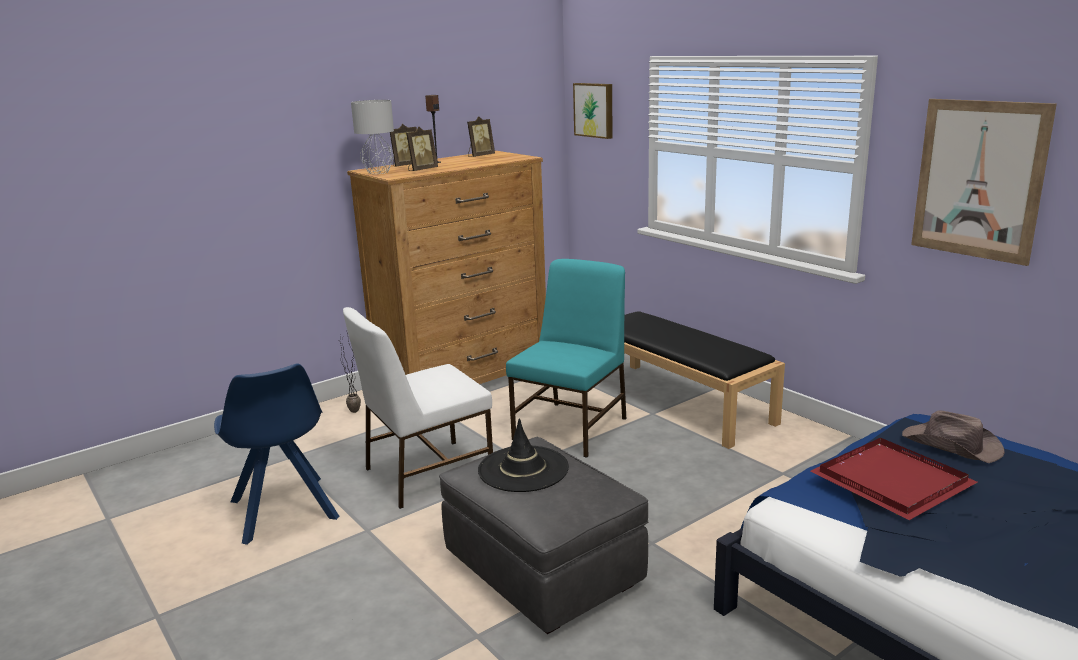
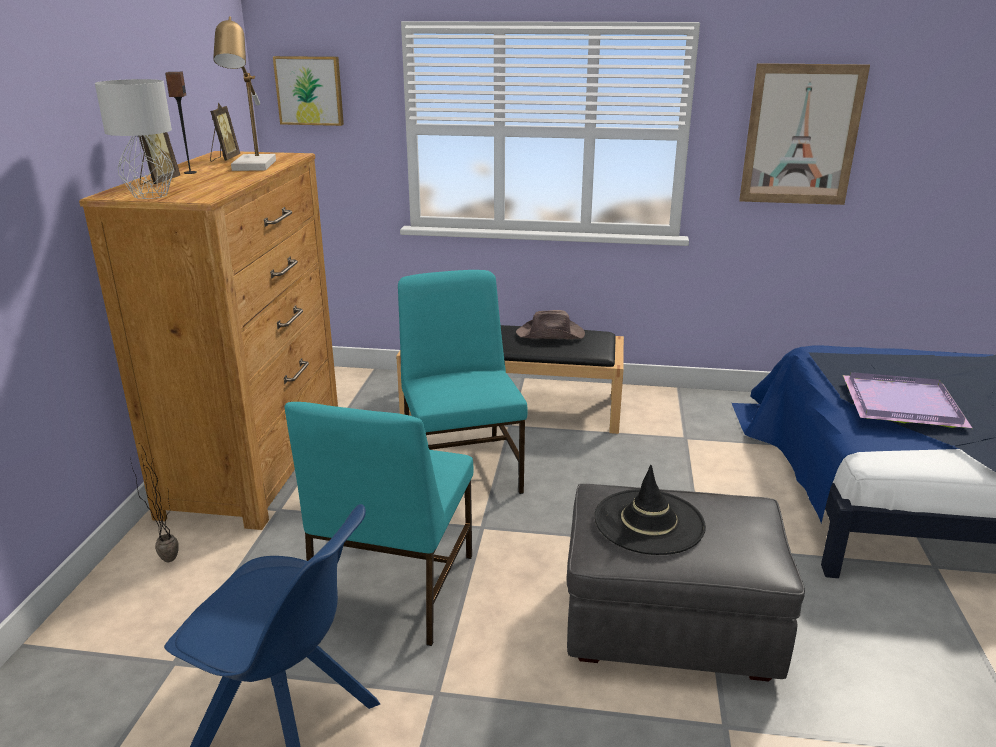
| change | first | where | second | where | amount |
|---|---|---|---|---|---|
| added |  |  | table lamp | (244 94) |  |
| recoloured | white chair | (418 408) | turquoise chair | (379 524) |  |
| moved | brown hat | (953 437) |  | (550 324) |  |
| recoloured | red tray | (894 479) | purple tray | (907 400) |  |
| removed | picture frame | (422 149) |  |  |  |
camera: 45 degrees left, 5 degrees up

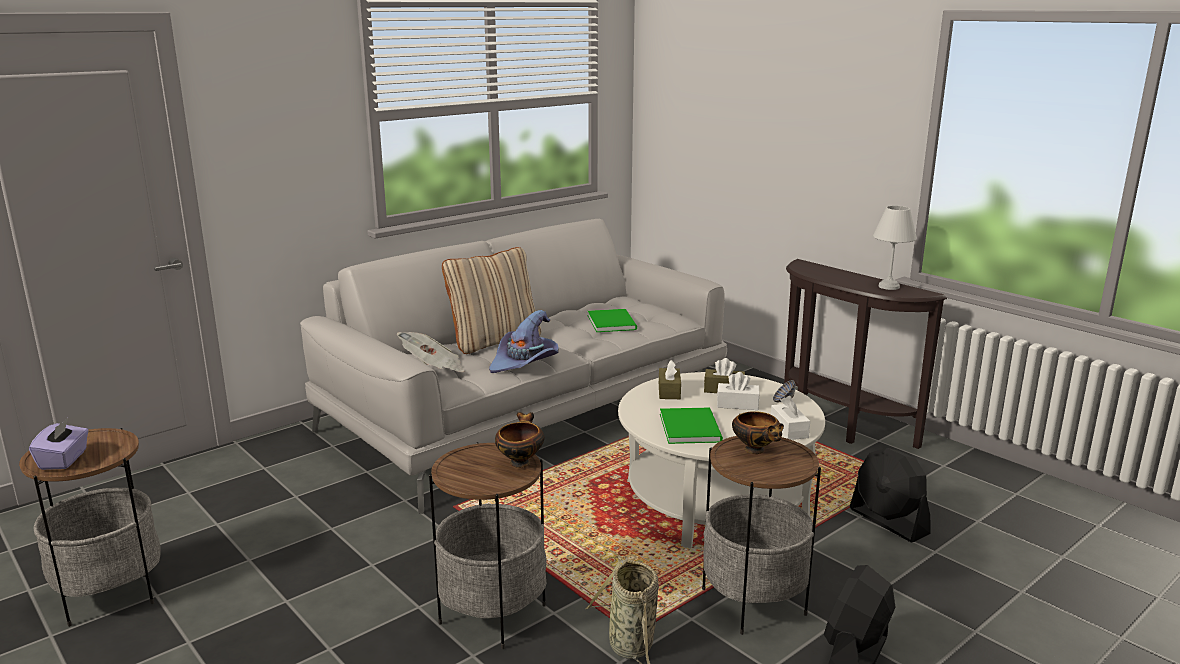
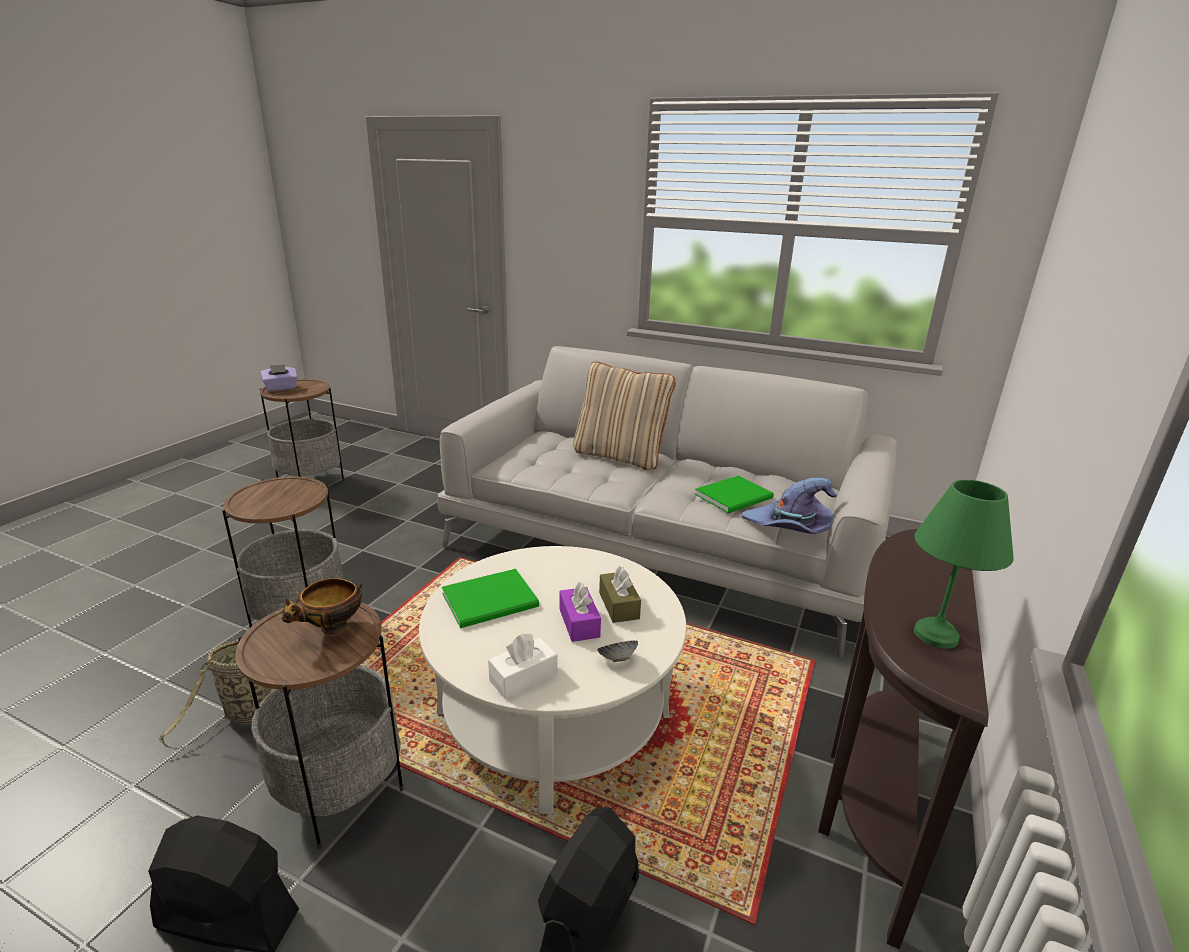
| change | first | where | second | where | amount |
|---|---|---|---|---|---|
| recoloured | white tissue box | (738 391) | purple tissue box | (580 612) |  |
| moved | purple hat | (524 341) |  | (789 506) |  |
| recoloured | white table lamp | (895 248) | green table lamp | (964 564) |  |
| removed | newspaper | (430 352) |  |  |  |
| removed | bowl | (520 440) |  |  |  |
| removed | brown tissue box | (670 379) |  |  |  |
camera: 65 degrees right, 5 degrees up

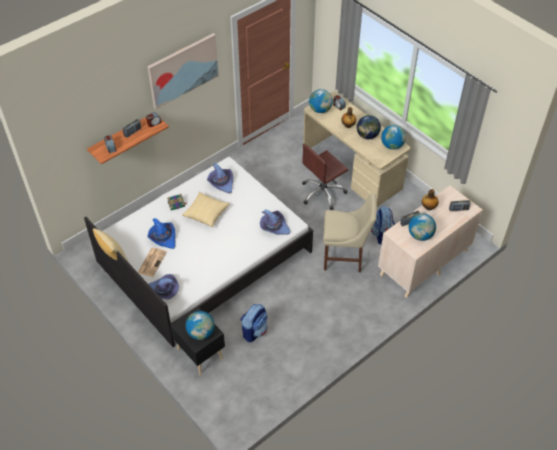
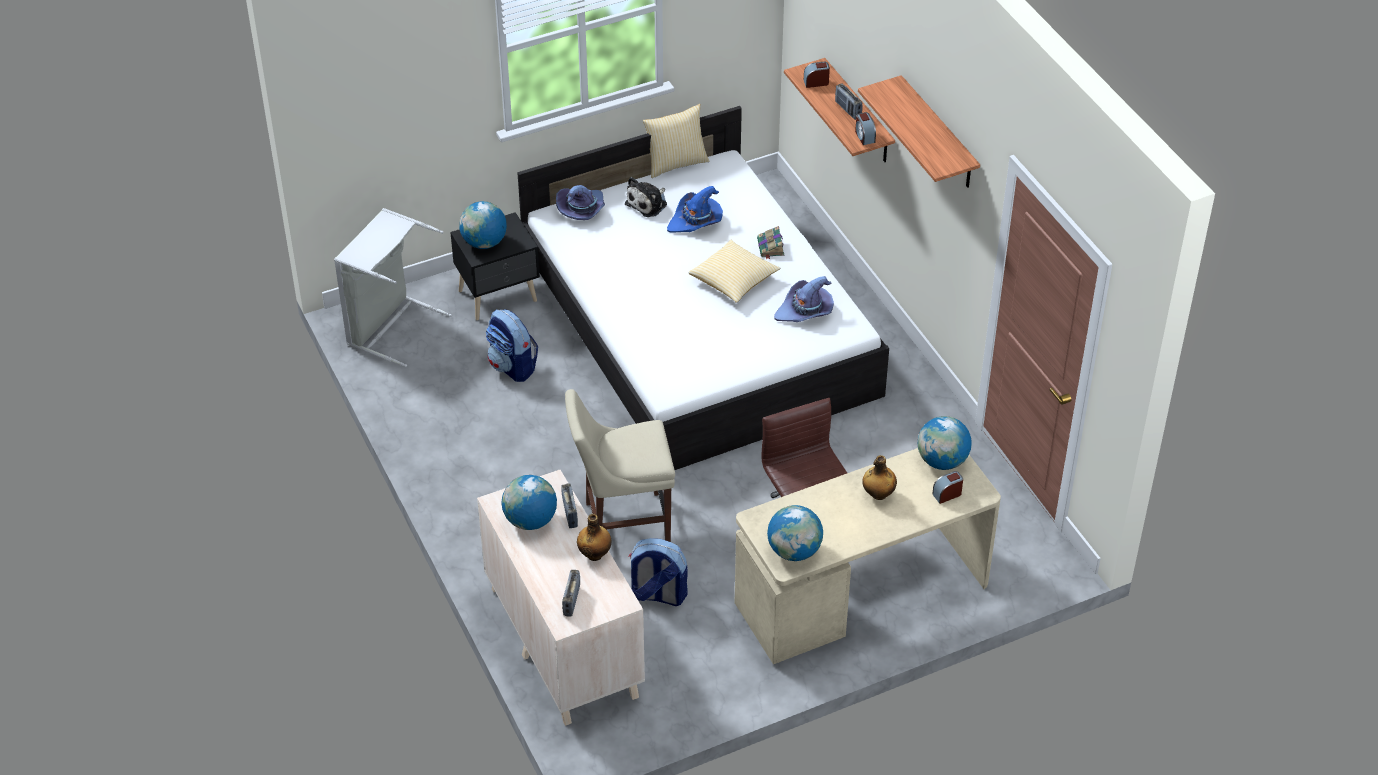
| change | first | where | second | where | amount |
|---|---|---|---|---|---|
| added |  |  | grey laundry basket | (393 287) |  |
| turned | beige chair | (350 232) |  | (620 465) | 60 degrees clockwise |
| replaced | newspaper | (152 262) | plush toy | (646 197) |  |
| replaced | picture | (183 71) | shelf | (919 131) |  |
| removed | purple hat | (275 222) |  |  |  |
| removed | globe | (369 127) |  |  |  |
camera: 105 degrees right, 5 degrees down

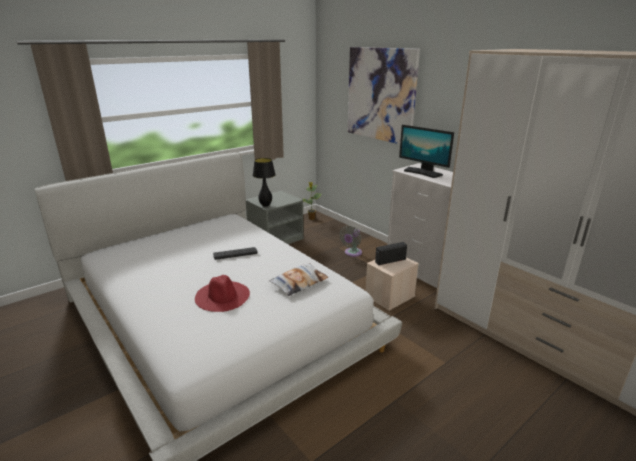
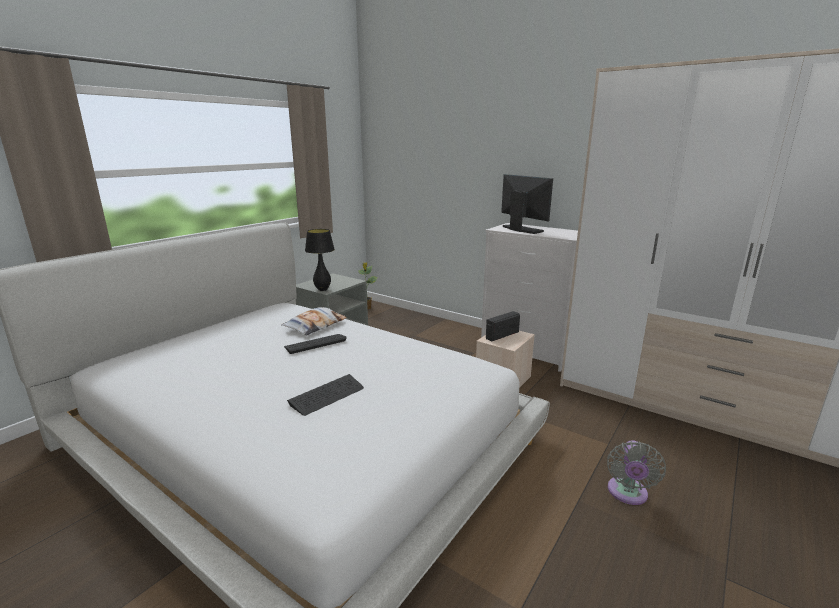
| change | first | where | second | where | amount |
|---|---|---|---|---|---|
| moved | pillow | (298 279) |  | (314 321) |  |
| replaced | red hat | (222 293) | keyboard | (325 395) |  |
| turned | monitor | (426 151) |  | (527 204) | 150 degrees counterclockwise |
| moved | grey fan | (350 241) |  | (636 472) |  |
| removed | picture | (384 95) |  |  |  |
camera: 15 degrees left, 5 degrees down

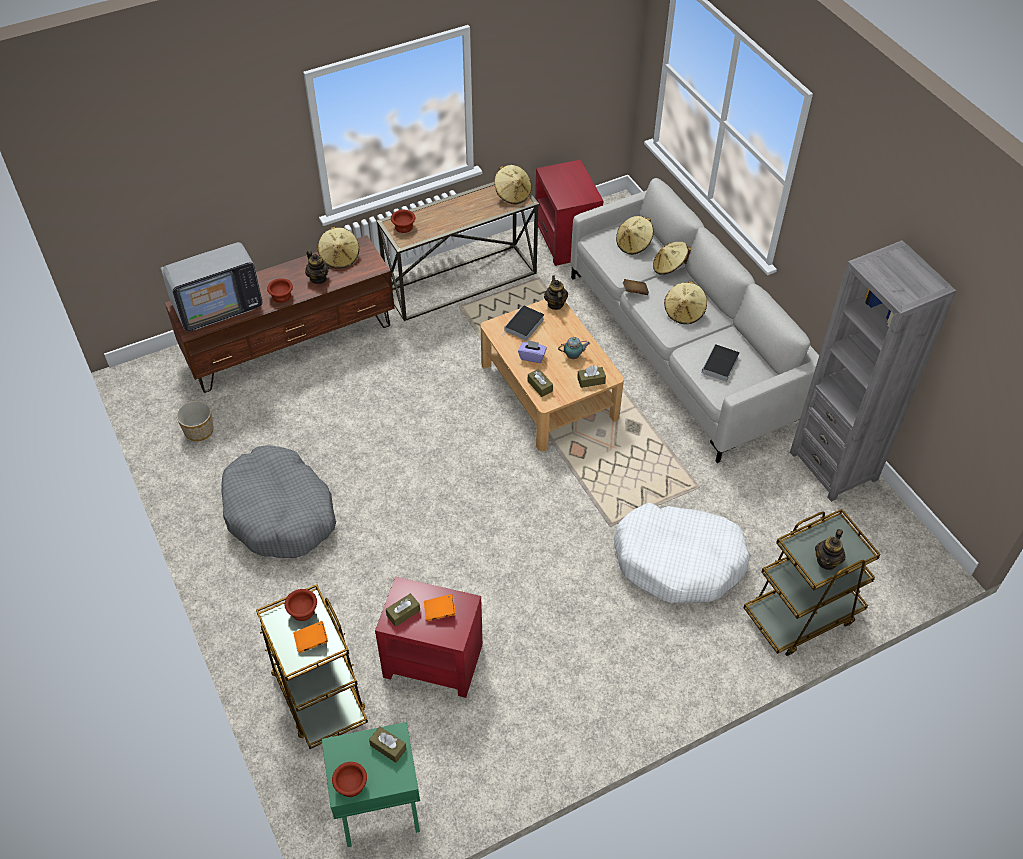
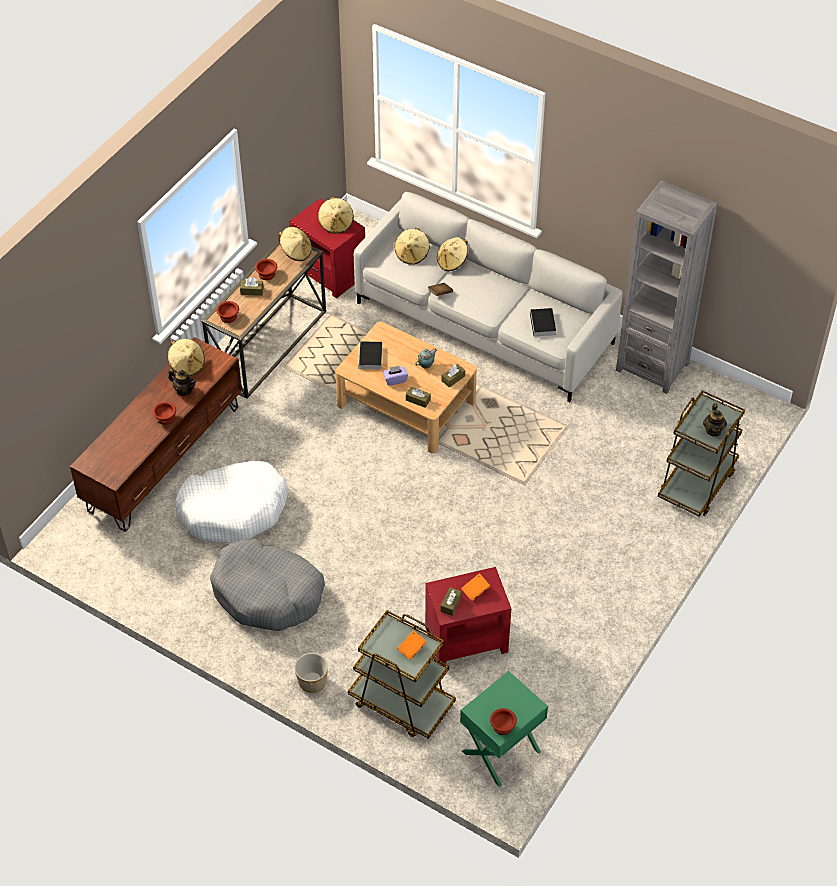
| change | first | where | second | where | amount |
|---|---|---|---|---|---|
| moved | white dog bed | (682 553) |  | (231 502) |  |
| moved | brown tissue box | (388 744) |  | (252 286) |  |
| moved | brown bowl | (301 605) |  | (266 269) |  |
| moved | planter | (195 420) |  | (311 673) |  |
| moved | beige hat | (685 302) |  | (336 215) |  |
| removed | television | (212 286) |  |  |  |
| removed | teapot | (556 293) |  |  |  |
camera: 30 degrees left, 0 degrees up

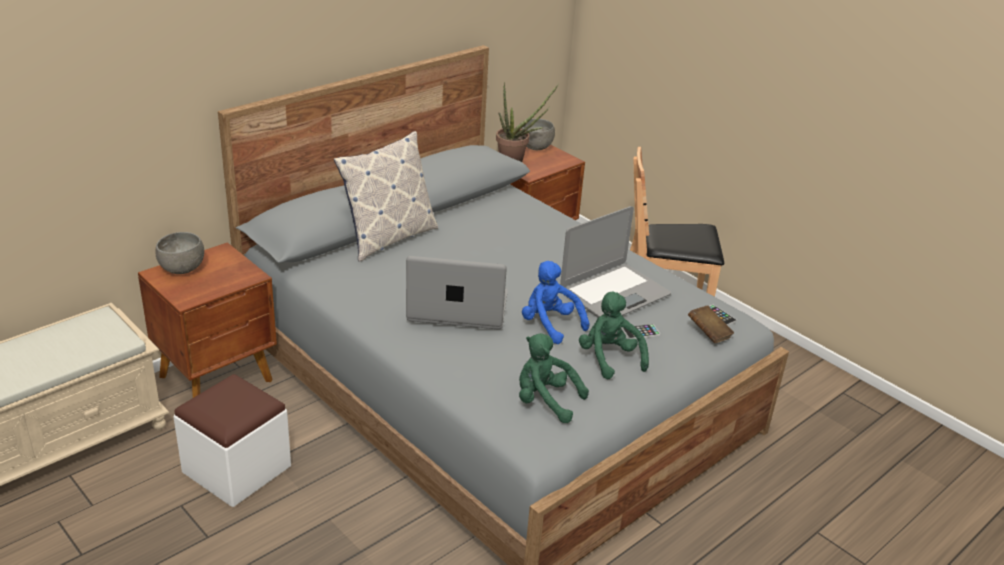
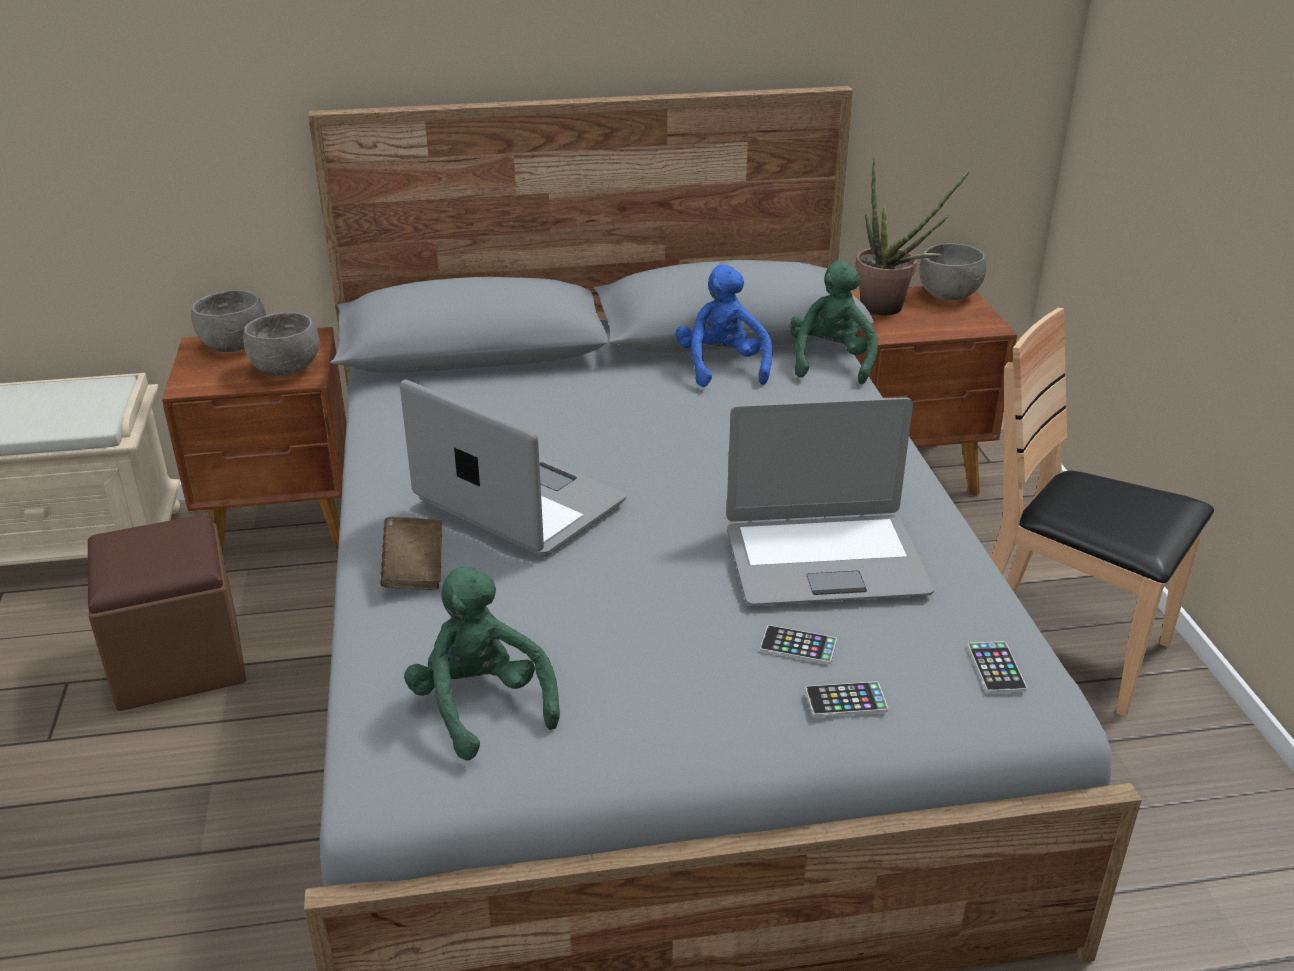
| change | first | where | second | where | amount |
|---|---|---|---|---|---|
| recoloured | white ottoman | (232 440) | brown ottoman | (167 612) |  |
| added |  |  | grey bowl | (281 344) |  |
| moved | brown book | (711 324) |  | (411 553) |  |
| moved | blue plush toy | (556 302) |  | (724 325) |  |
| moved | green plush toy | (614 335) |  | (834 322) |  |
| added |  |  | phone | (846 699) |  |
| removed | pillow | (386 196) |  |  |  |
camera: 35 degrees right, 0 degrees up

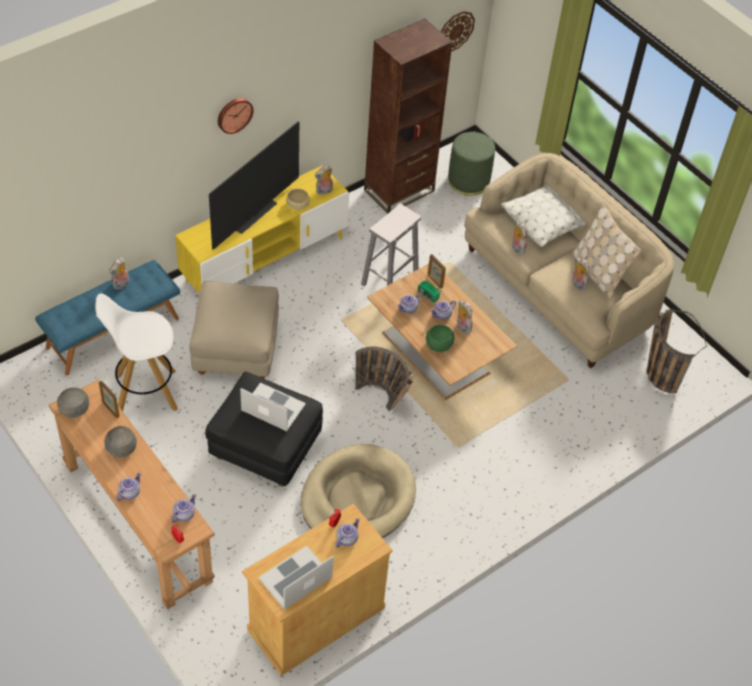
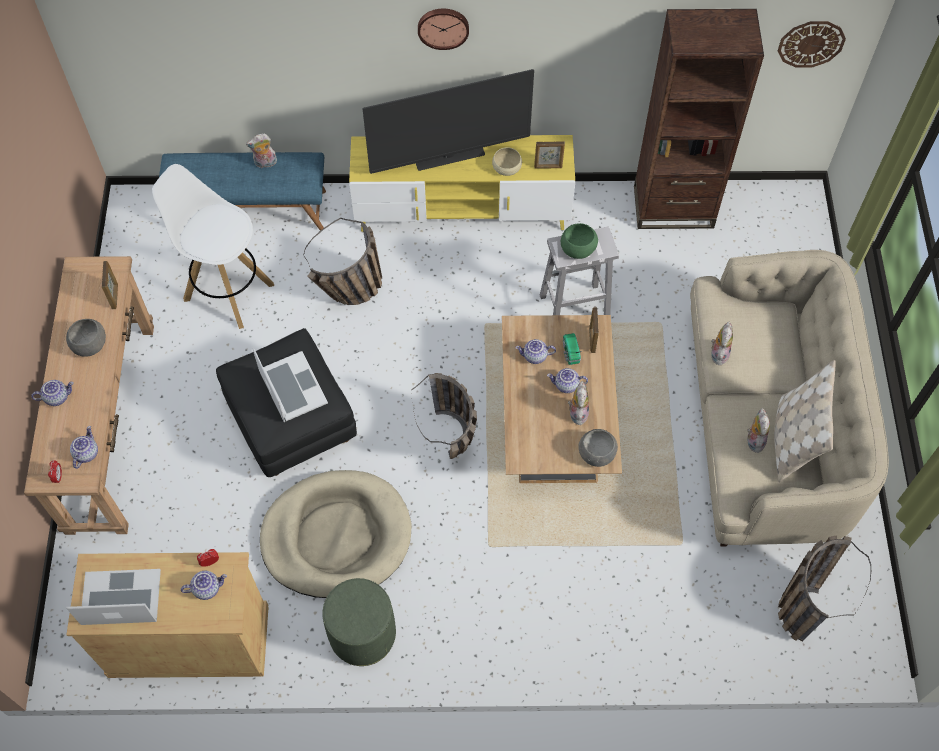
| change | first | where | second | where | amount |
|---|---|---|---|---|---|
| turned | teapot | (183 508) |  | (84 447) | 60 degrees counterclockwise |
| replaced | beige ottoman | (234 330) | basket | (343 261) |  |
| moved | green ottoman | (471 164) |  | (359 622) |  |
| replaced | plush toy | (324 179) | picture frame | (549 155) |  |
| moved | green bowl | (440 338) |  | (579 241) |  |
| moved | grey bowl | (73 402) |  | (598 448) |  |
| removed | white pillow | (543 216) |  |  |  |
camera: 40 degrees right, 10 degrees up

